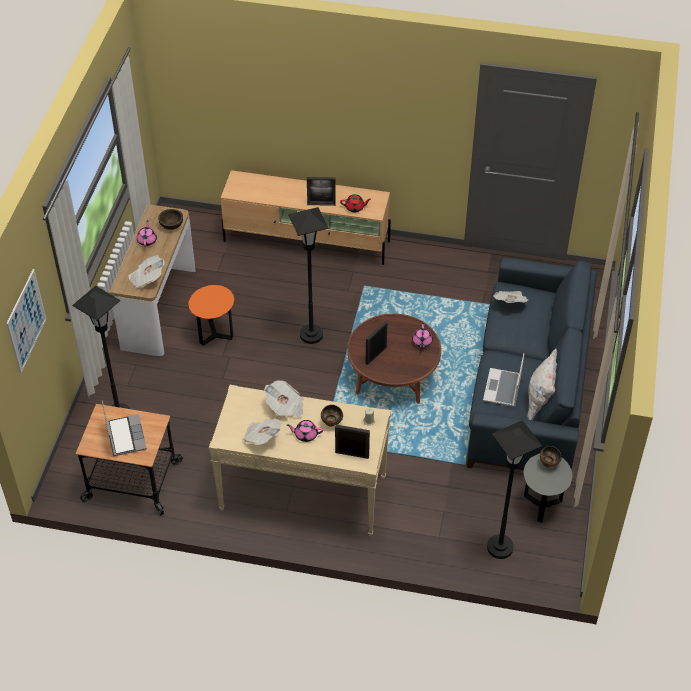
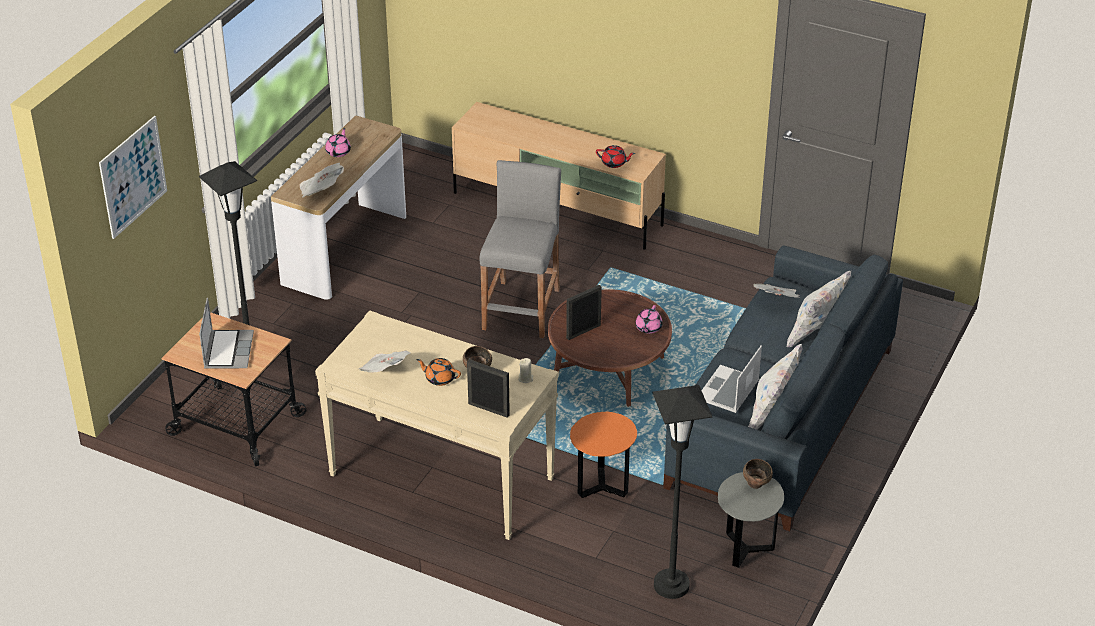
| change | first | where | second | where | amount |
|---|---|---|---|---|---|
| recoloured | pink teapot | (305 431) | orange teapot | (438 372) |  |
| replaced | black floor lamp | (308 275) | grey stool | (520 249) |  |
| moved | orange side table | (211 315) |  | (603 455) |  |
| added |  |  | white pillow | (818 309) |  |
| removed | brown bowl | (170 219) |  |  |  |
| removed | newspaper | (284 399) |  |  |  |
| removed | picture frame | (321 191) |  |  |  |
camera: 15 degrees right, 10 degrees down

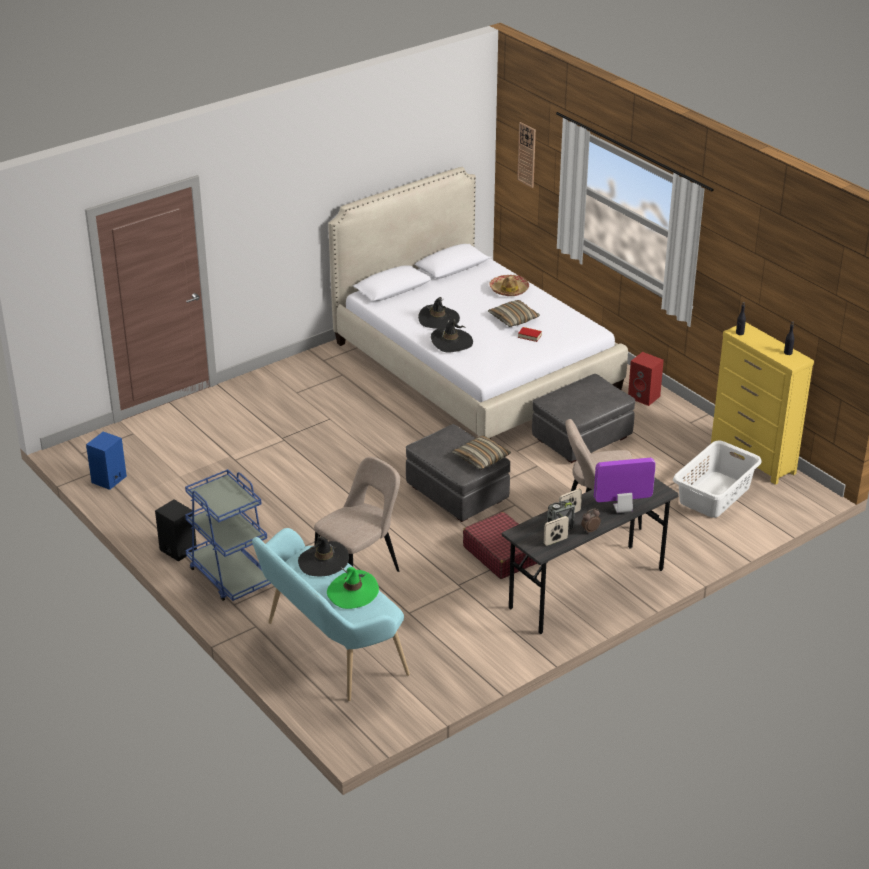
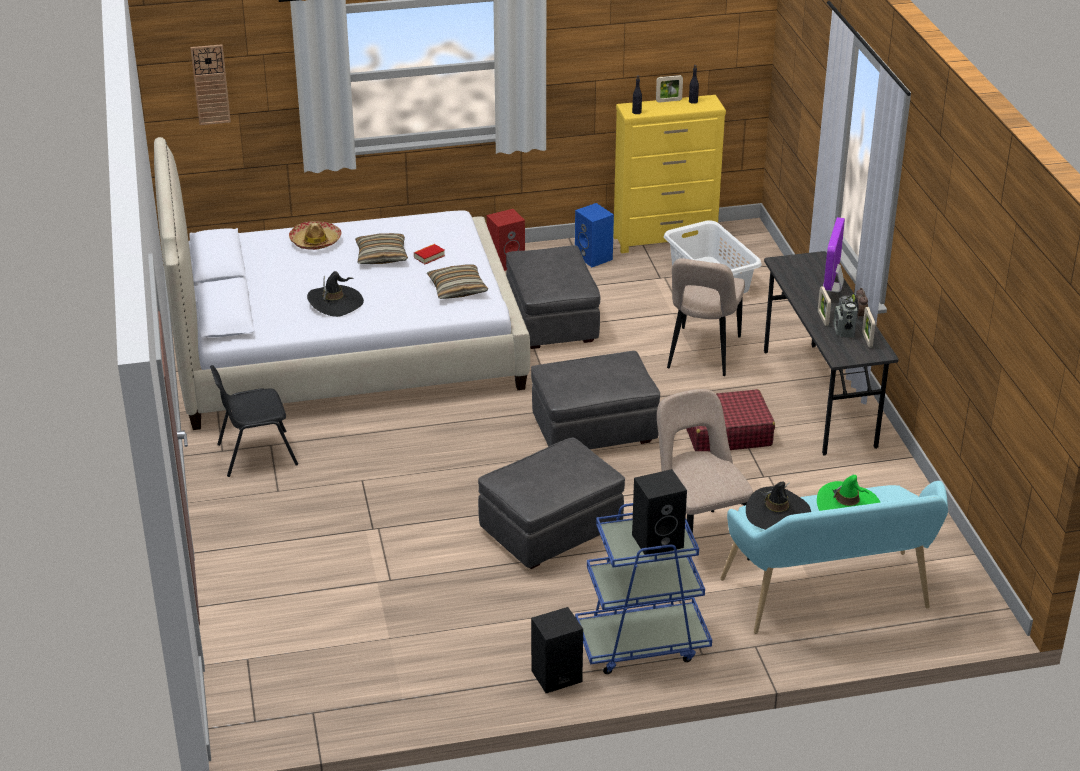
| change | first | where | second | where | amount |
|---|---|---|---|---|---|
| added |  |  | black chair | (254 421) |  |
| moved | pillow | (481 452) |  | (457 281) |  |
| added |  |  | grey ottoman | (551 503) |  |
| moved | blue speaker | (106 461) |  | (594 235) |  |
| added |  |  | black speaker | (659 512) |  |
| added |  |  | picture frame | (669 89) |  |
| removed | black hat | (452 336) |  |  |  |
camera: 65 degrees left, 0 degrees up

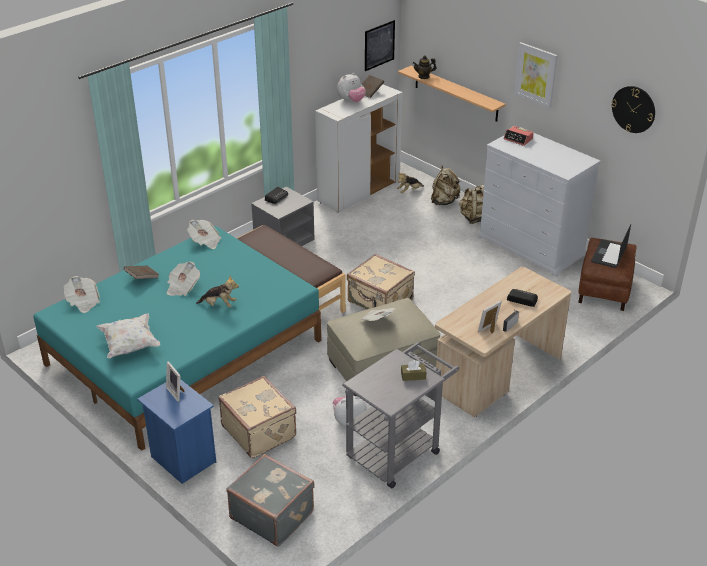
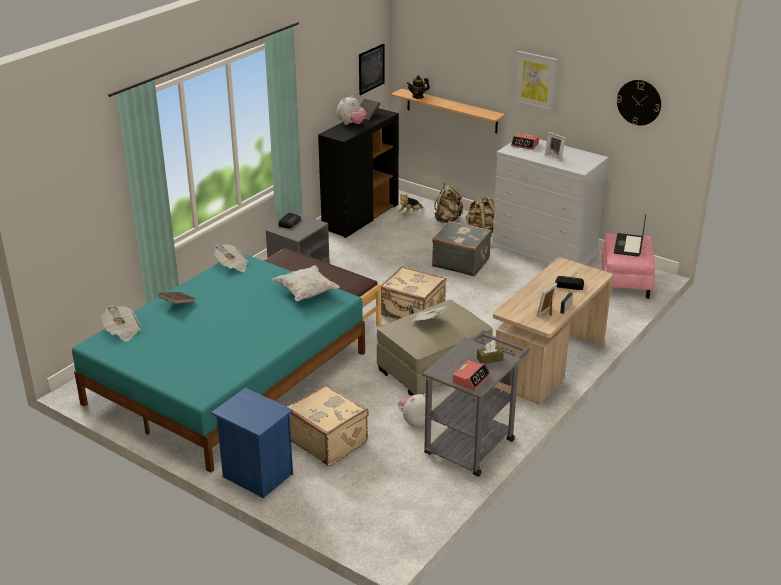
| change | first | where | second | where | amount |
|---|---|---|---|---|---|
| moved | white pillow | (128 335) |  | (306 283) |  |
| recoloured | white cabinet | (359 148) | black cabinet | (358 173) |  |
| moved | grey suitcase | (270 500) |  | (462 248) |  |
| added |  |  | alarm clock | (471 375) |  |
| moved | picture frame | (175 381) |  | (554 147) |  |
| recoloured | brown ottoman | (607 274) | pink ottoman | (628 266) |  |
| removed | newspaper | (183 279) |  |  |  |
| removed | plush toy | (217 291) |  |  |  |
camera: 10 degrees left, 5 degrees down

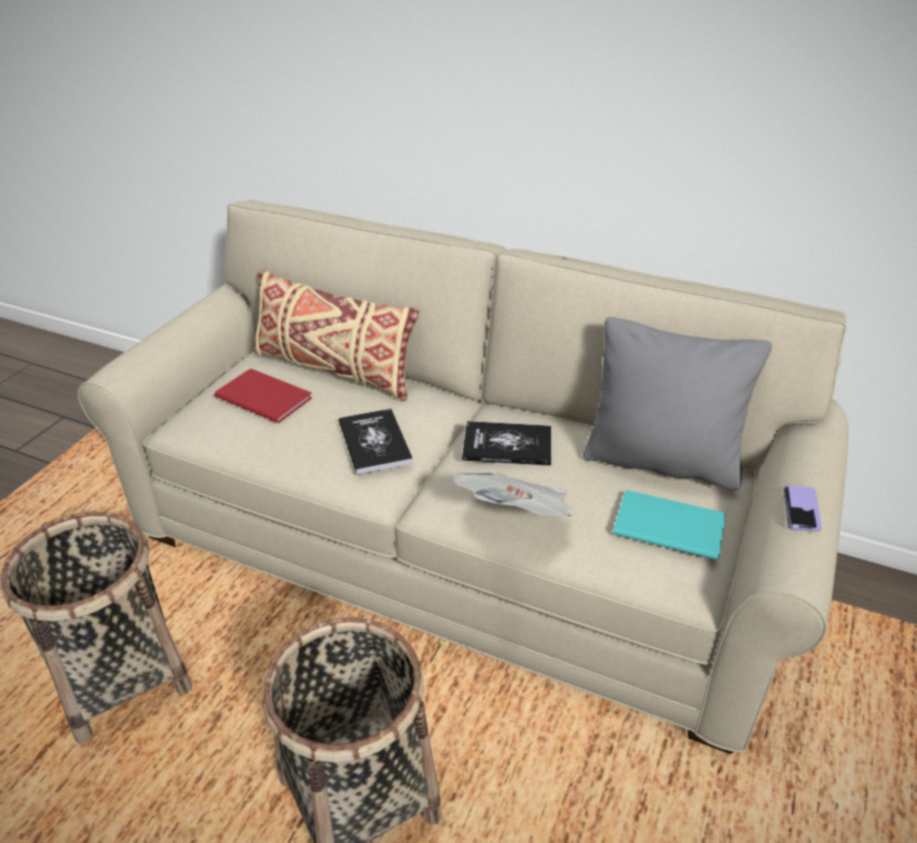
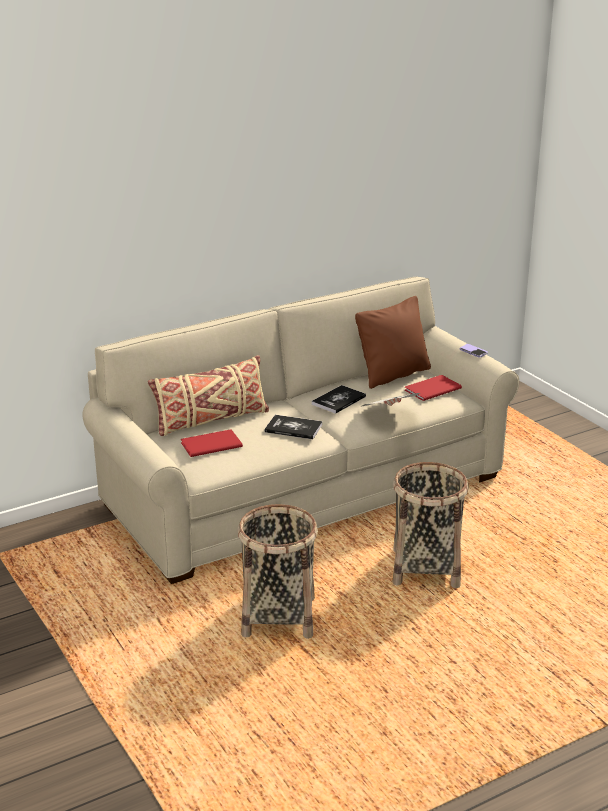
| change | first | where | second | where | amount |
|---|---|---|---|---|---|
| recoloured | grey pillow | (677 403) | brown pillow | (393 342) |  |
| recoloured | turquoise book | (669 525) | red book | (433 388) |  |
camera: 55 degrees left, 10 degrees down

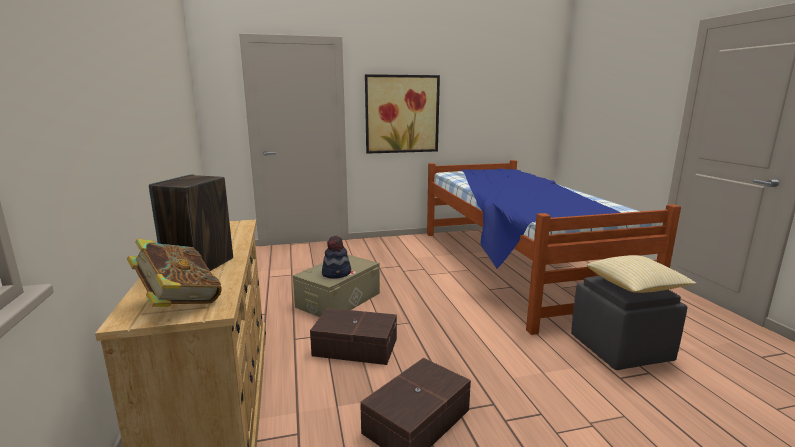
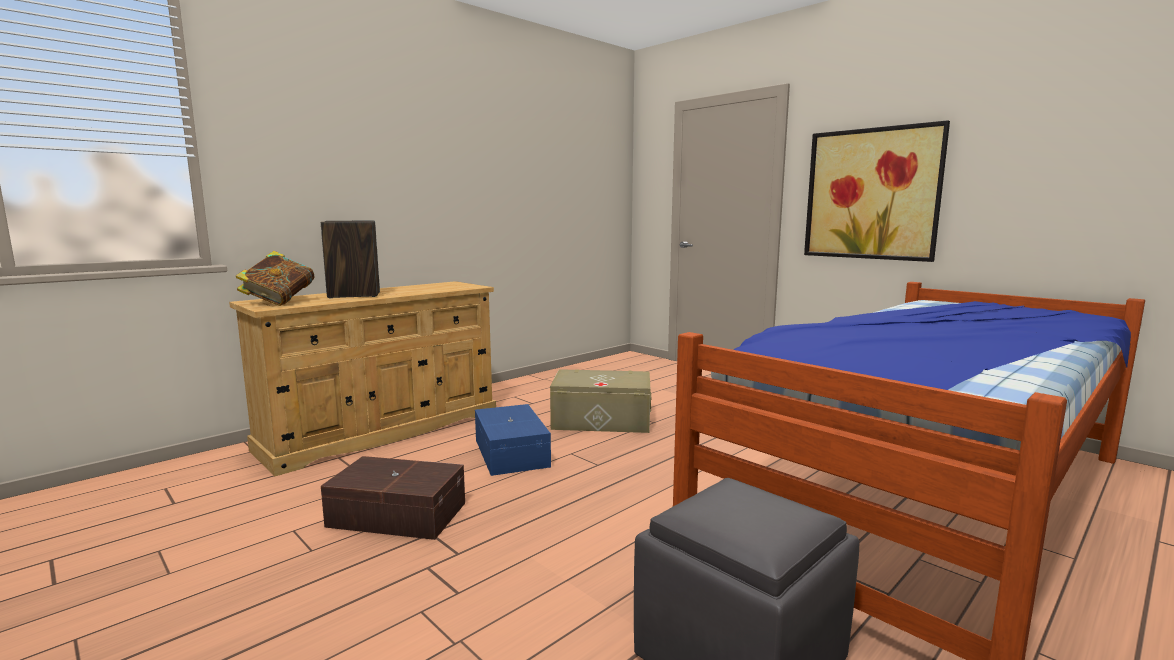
| change | first | where | second | where | amount |
|---|---|---|---|---|---|
| recoloured | brown storage box | (353 336) | blue storage box | (513 440) |  |
| removed | hat | (336 257) |  |  |  |
| removed | pillow | (642 274) |  |  |  |
camera: 60 degrees right, 5 degrees down

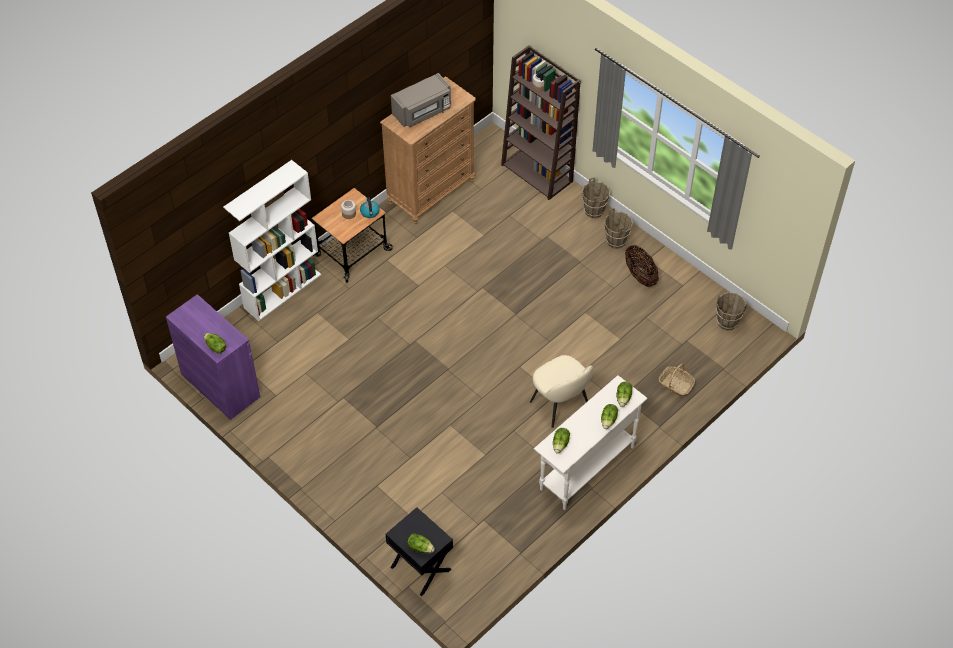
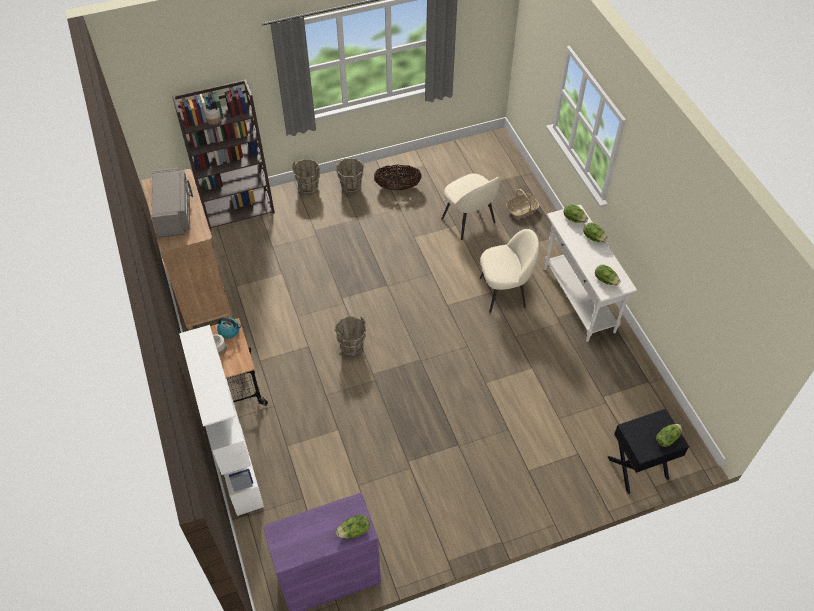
| change | first | where | second | where | amount |
|---|---|---|---|---|---|
| moved | brown bucket | (731 311) |  | (350 336) |  |
| added |  |  | beige chair | (471 206) |  |
camera: 65 degrees left, 0 degrees up

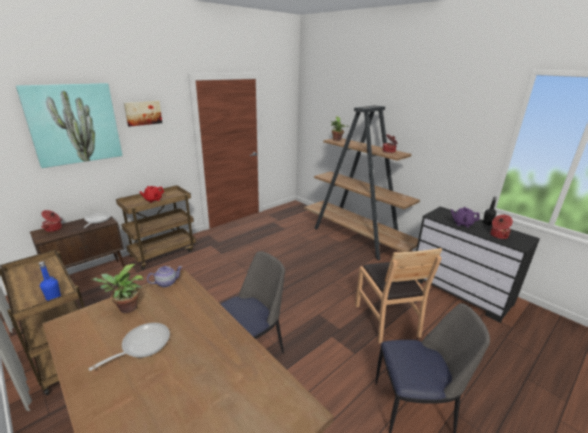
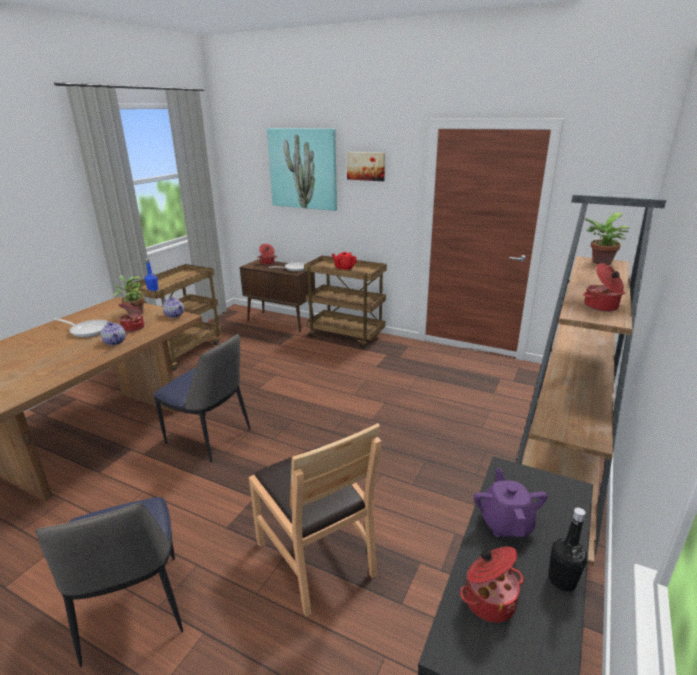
| change | first | where | second | where | amount |
|---|---|---|---|---|---|
| added |  |  | teapot | (113 333) |  |
| added |  |  | cooking pot | (131 317) |  |
| turned | brown chair | (398 295) |  | (315 519) | 90 degrees counterclockwise |
camera: 70 degrees right, 0 degrees up

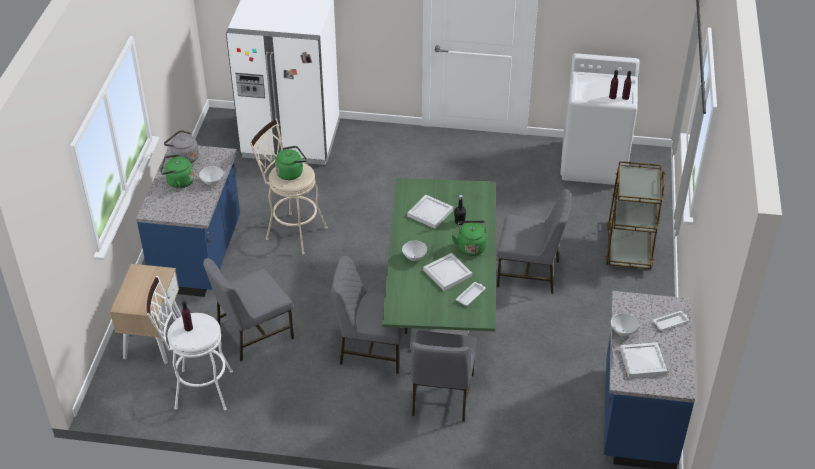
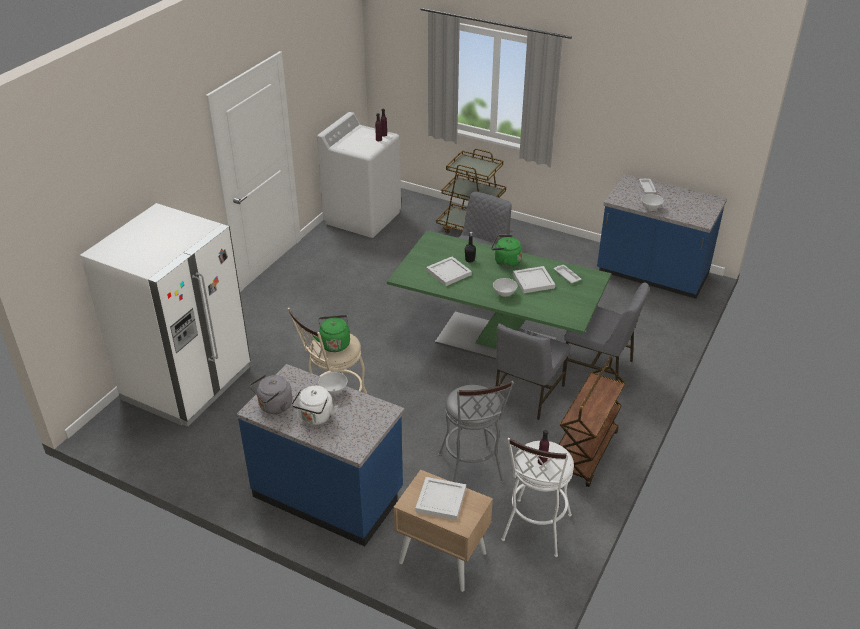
| change | first | where | second | where | amount |
|---|---|---|---|---|---|
| recoloured | green kettle | (177 171) | white kettle | (315 405) |  |
| moved | white tray | (643 360) |  | (440 498) |  |
| replaced | grey chair | (248 310) | grey stool | (475 432) |  |
| added |  |  | brown cart | (592 421) |  |
camera: 70 degrees left, 5 degrees down

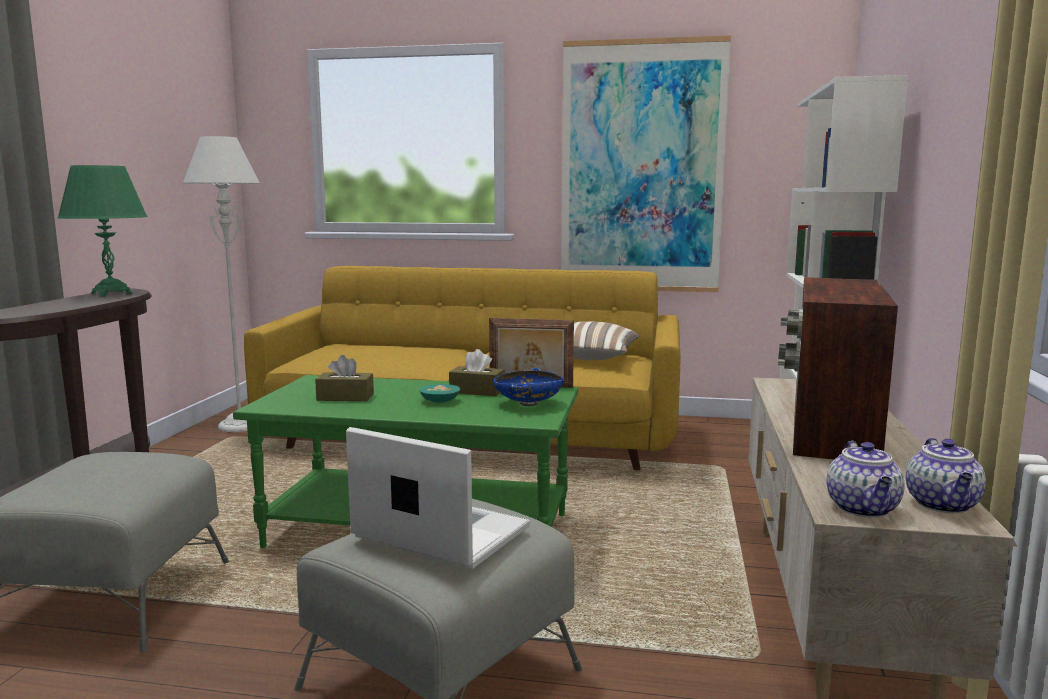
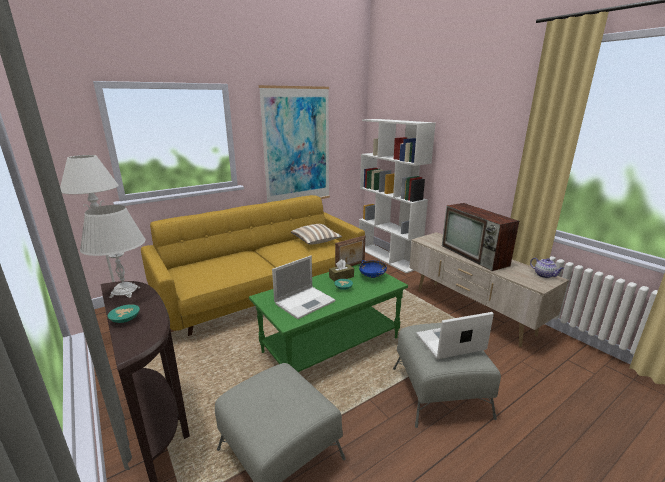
| change | first | where | second | where | amount |
|---|---|---|---|---|---|
| recoloured | green table lamp | (103 231) | white table lamp | (113 251) |  |
| added |  |  | turquoise bowl | (124 313) |  |
| replaced | brown tissue box | (344 378) | laptop | (304 287) |  |
| removed | teapot | (865 479) |  |  |  |
camera: 45 degrees left, 10 degrees up

